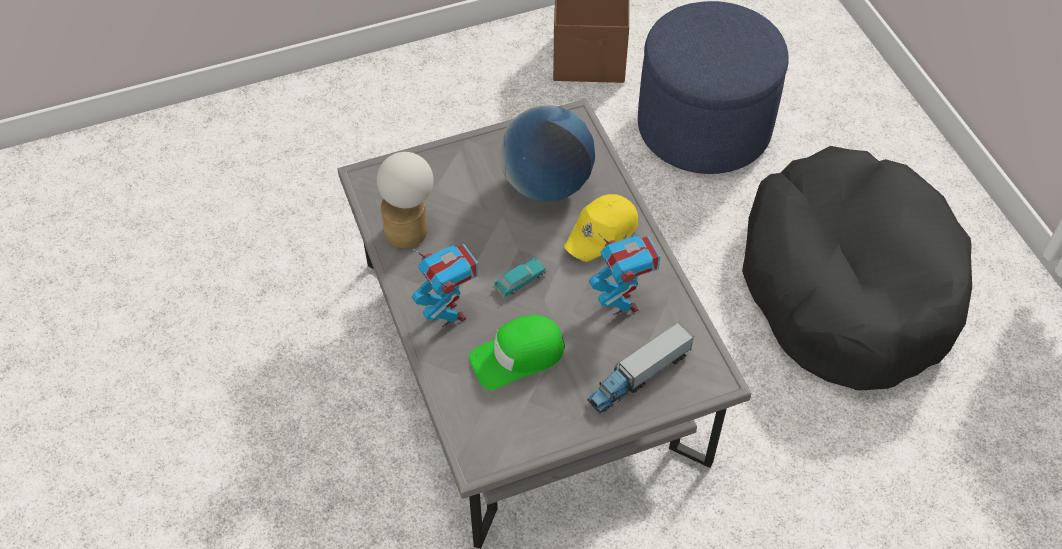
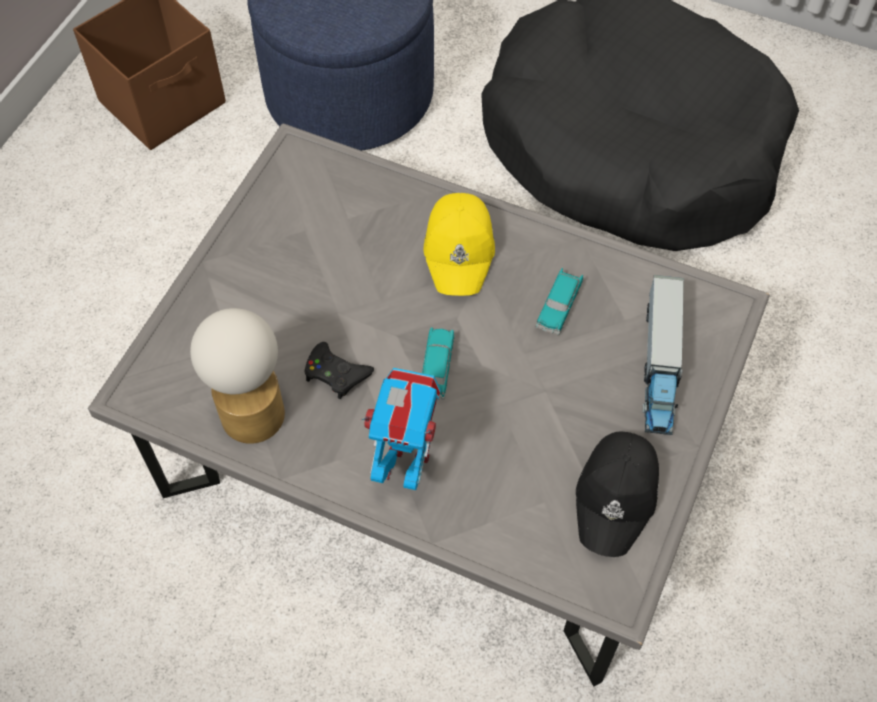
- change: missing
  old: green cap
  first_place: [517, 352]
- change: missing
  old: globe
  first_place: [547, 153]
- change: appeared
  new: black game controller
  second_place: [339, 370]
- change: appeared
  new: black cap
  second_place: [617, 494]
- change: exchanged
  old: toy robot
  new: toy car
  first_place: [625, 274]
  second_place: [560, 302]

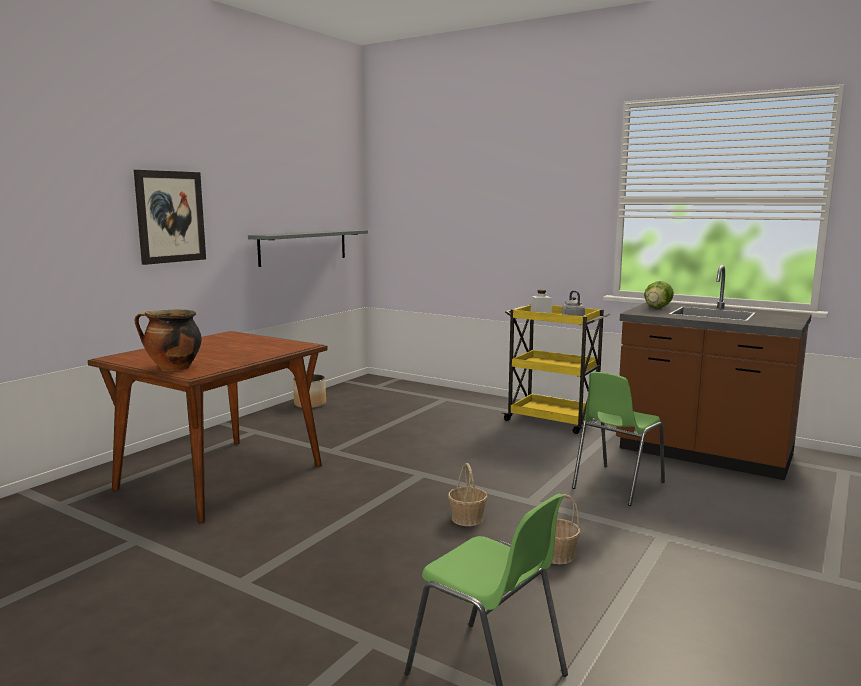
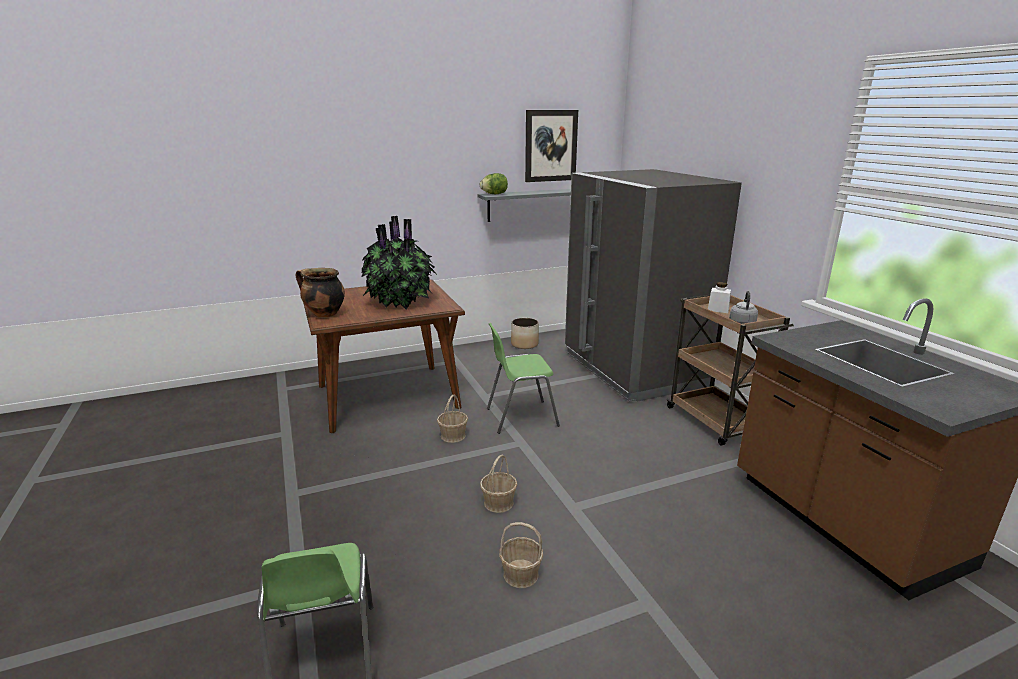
- change: appeared
  new: potted plant
  second_place: [398, 263]
- change: appeared
  new: basket
  second_place: [452, 418]
- change: appeared
  new: grey fridge
  second_place: [653, 285]
- change: relocated
  old: picture
  first_place: [170, 217]
  second_place: [551, 146]
- change: relocated
  old: green chair
  first_place: [618, 439]
  second_place: [523, 378]
- change: relocated
  old: lettuce
  first_place: [659, 294]
  second_place: [494, 183]
- change: colour
  old: yellow cart
  new: brown cart
  first_place: [556, 369]
  second_place: [730, 370]

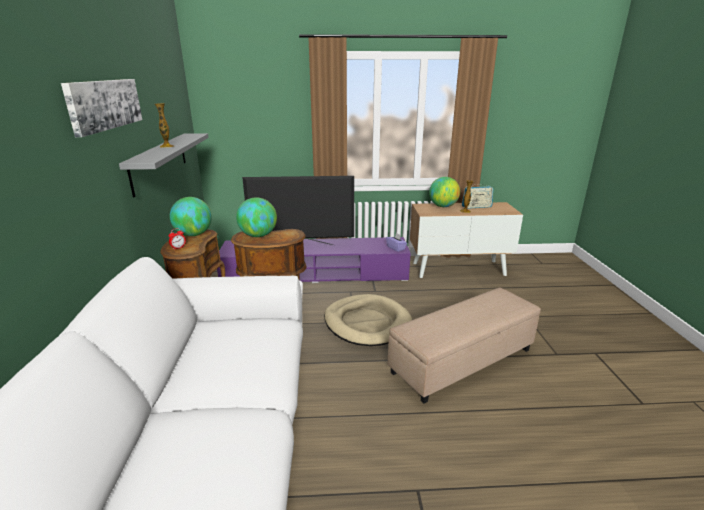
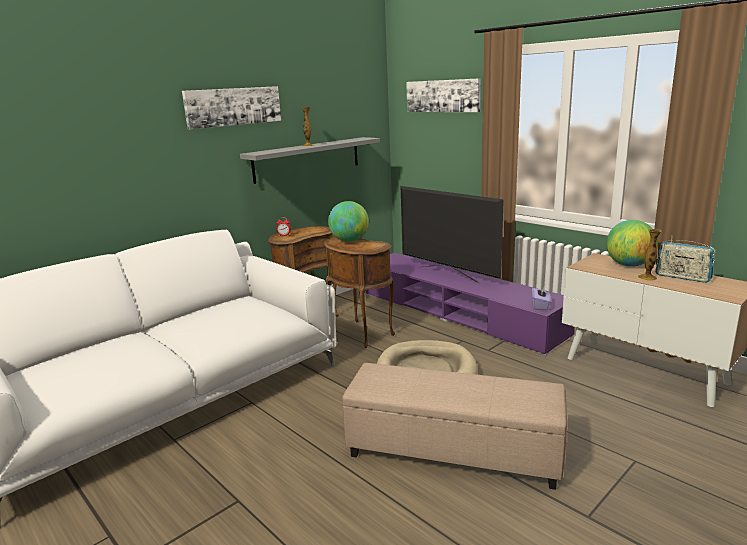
- change: missing
  old: globe
  first_place: [191, 216]
- change: appeared
  new: picture
  second_place: [443, 95]

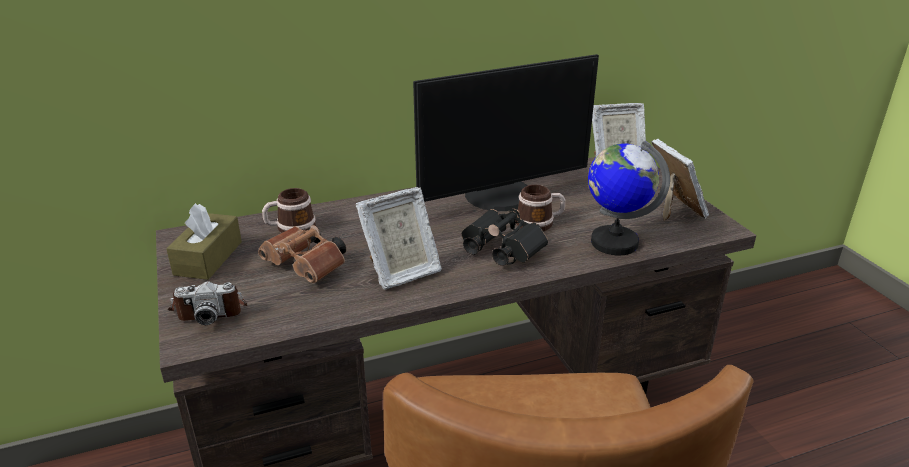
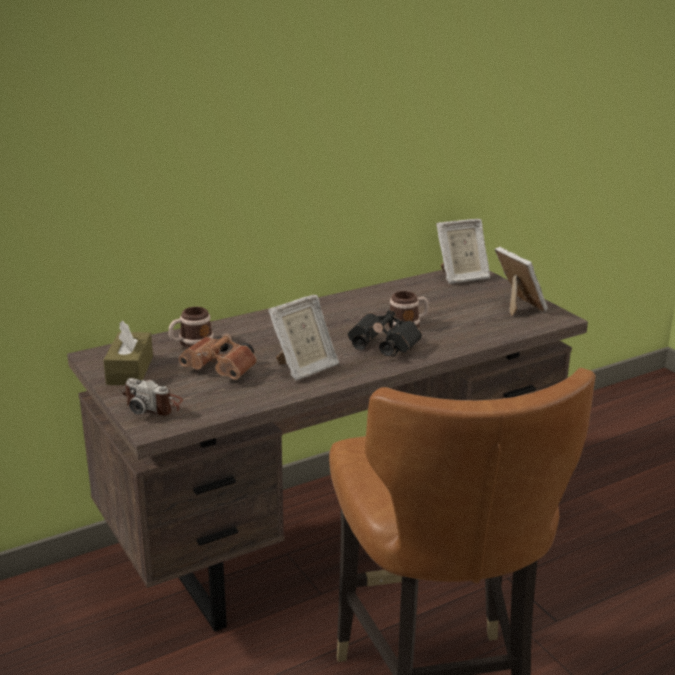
- change: missing
  old: monitor
  first_place: [506, 132]
- change: missing
  old: globe
  first_place: [629, 197]
- change: spun
  old: photo camera
  first_place: [207, 303]
  second_place: [152, 397]
  degrees: 45

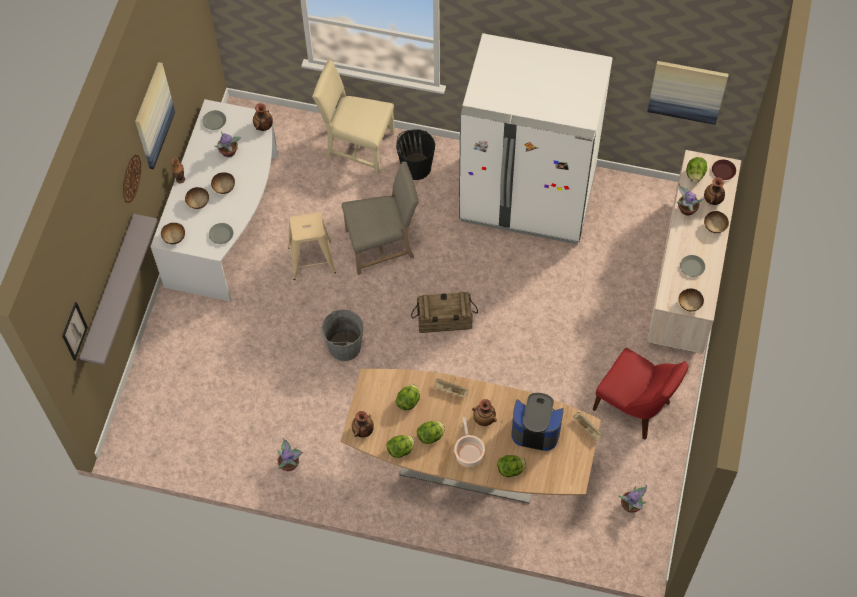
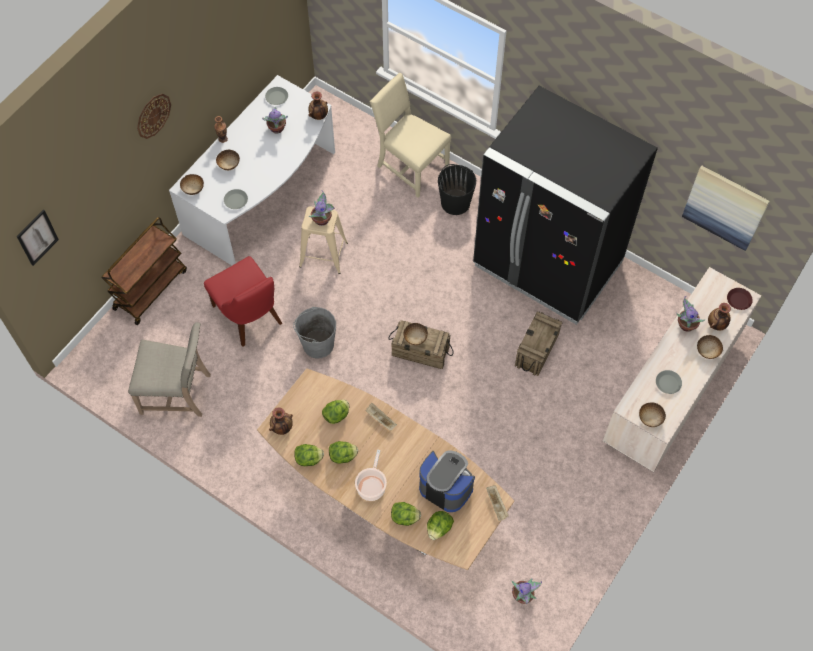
- change: missing
  old: grey shelf
  first_place: [118, 289]
- change: missing
  old: picture
  first_place: [155, 115]
- change: missing
  old: vase
  first_place: [484, 412]
- change: appeared
  new: brown cart
  second_place: [144, 271]
- change: appeared
  new: crate
  second_place: [539, 344]
- change: relocated
  old: bowl
  first_place: [223, 183]
  second_place: [416, 334]
- change: relocated
  old: potted plant
  first_place: [290, 454]
  second_place: [322, 208]
- change: relocated
  old: beige chair
  first_place: [380, 218]
  second_place: [169, 369]
- change: relocated
  old: red chair
  first_place: [641, 394]
  second_place: [243, 301]
- change: relocated
  old: lettuce
  first_place: [696, 170]
  second_place: [440, 525]
- change: colour
  old: white fridge
  new: black fridge
  first_place: [536, 139]
  second_place: [565, 205]

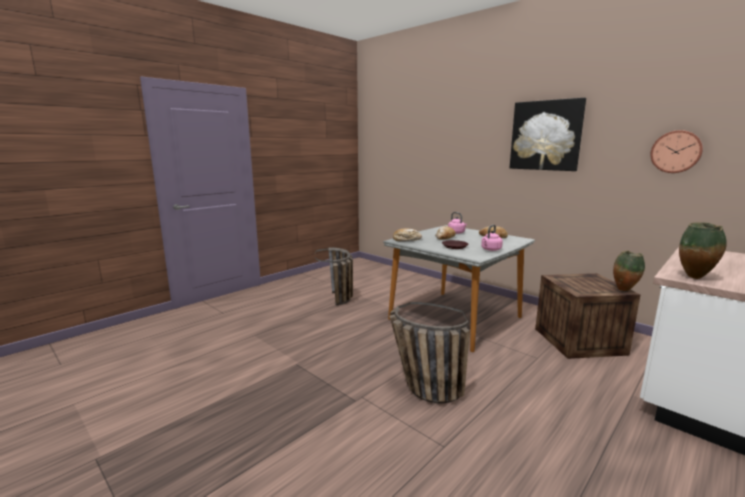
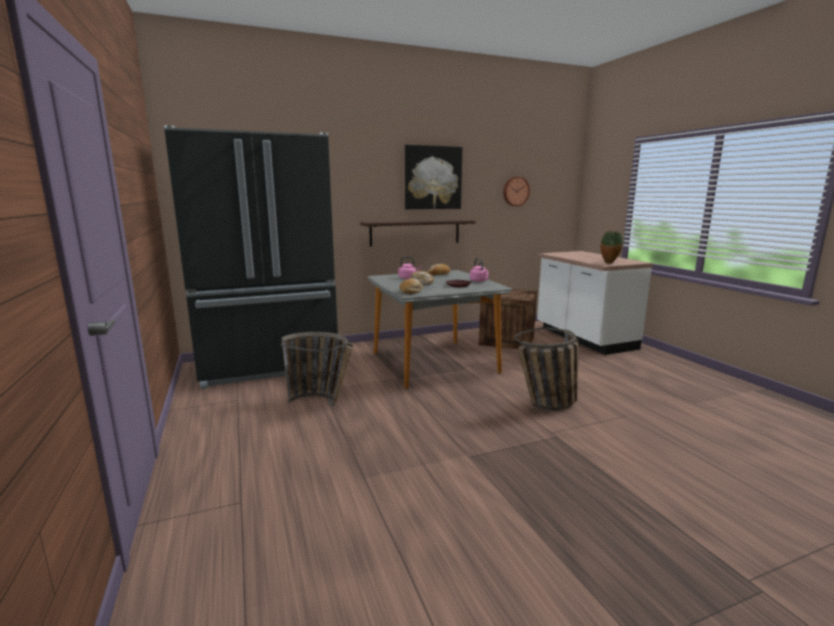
- change: missing
  old: vase
  first_place: [629, 271]
- change: appeared
  new: black fridge
  second_place: [251, 257]
- change: appeared
  new: shelf
  second_place: [417, 233]

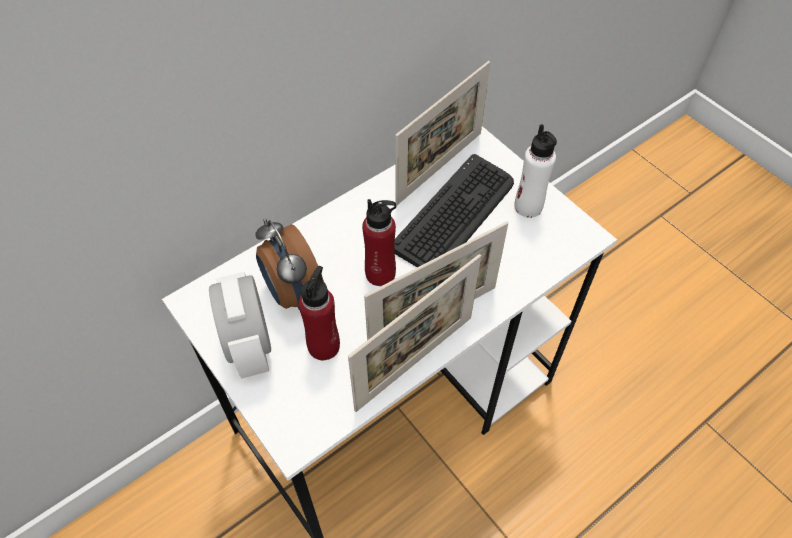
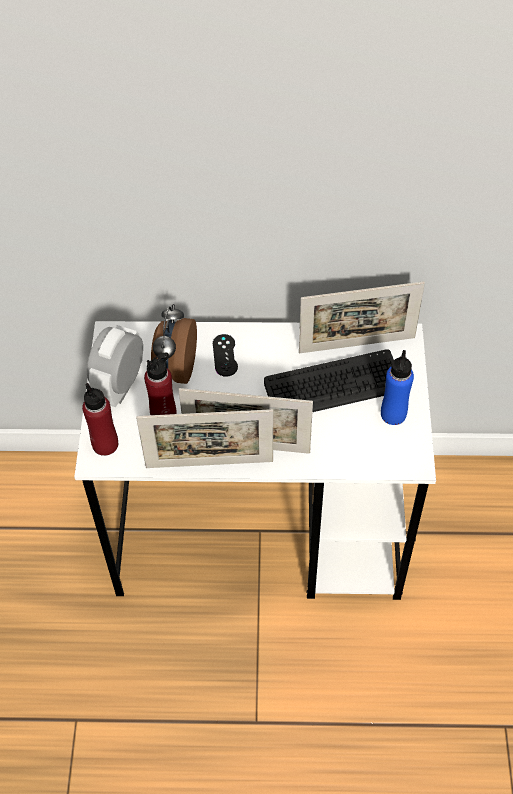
- change: appeared
  new: black game controller
  second_place: [225, 355]
- change: relocated
  old: red bottle
  first_place: [379, 242]
  second_place: [100, 419]
- change: colour
  old: white bottle
  new: blue bottle
  first_place: [535, 171]
  second_place: [397, 387]

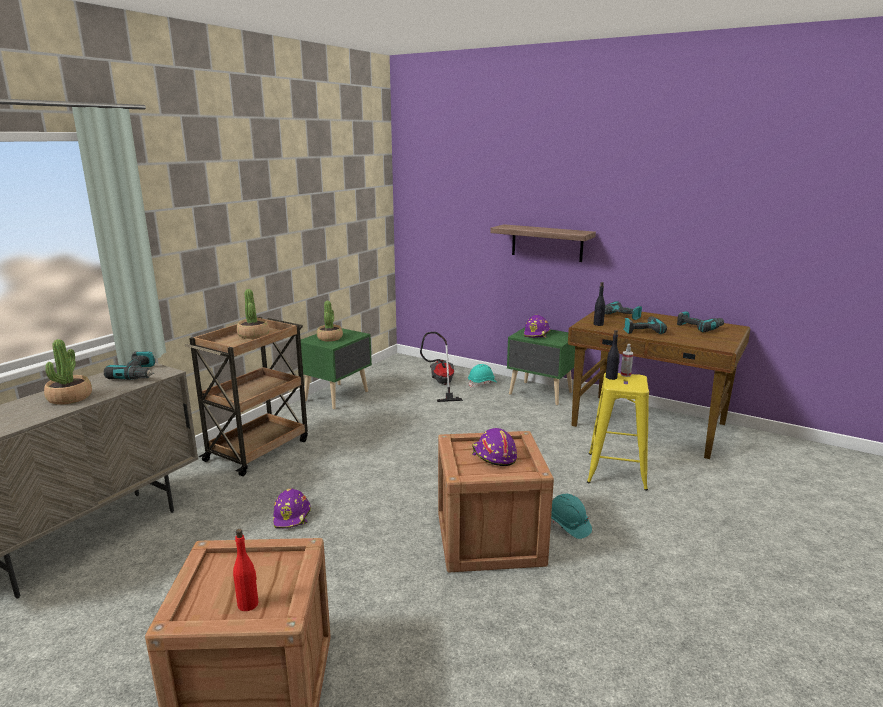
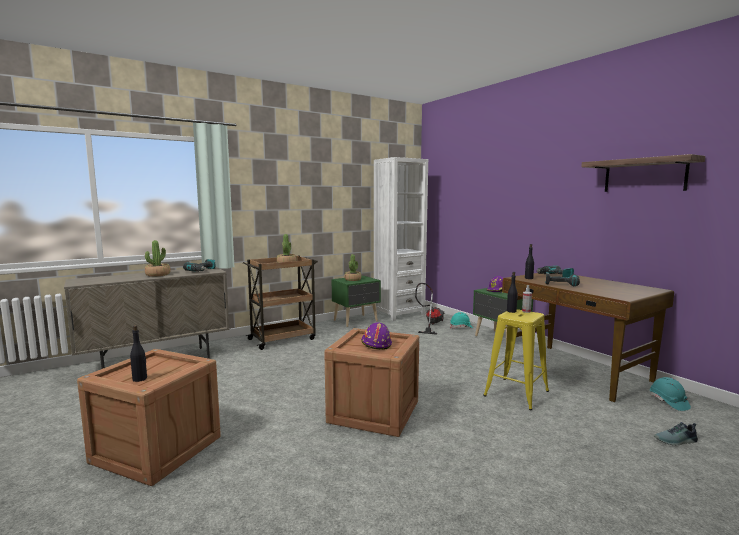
- change: missing
  old: purple hard hat
  first_place: [292, 508]
- change: missing
  old: power drill
  first_place: [700, 321]
- change: appeared
  new: white bookcase
  second_place: [401, 239]
- change: appeared
  new: shoe
  second_place: [676, 433]
- change: relocated
  old: shelf
  first_place: [543, 243]
  second_place: [643, 173]
- change: relocated
  old: turquoise hard hat
  first_place: [571, 516]
  second_place: [670, 394]
- change: colour
  old: red bottle
  new: black bottle
  first_place: [246, 570]
  second_place: [138, 353]

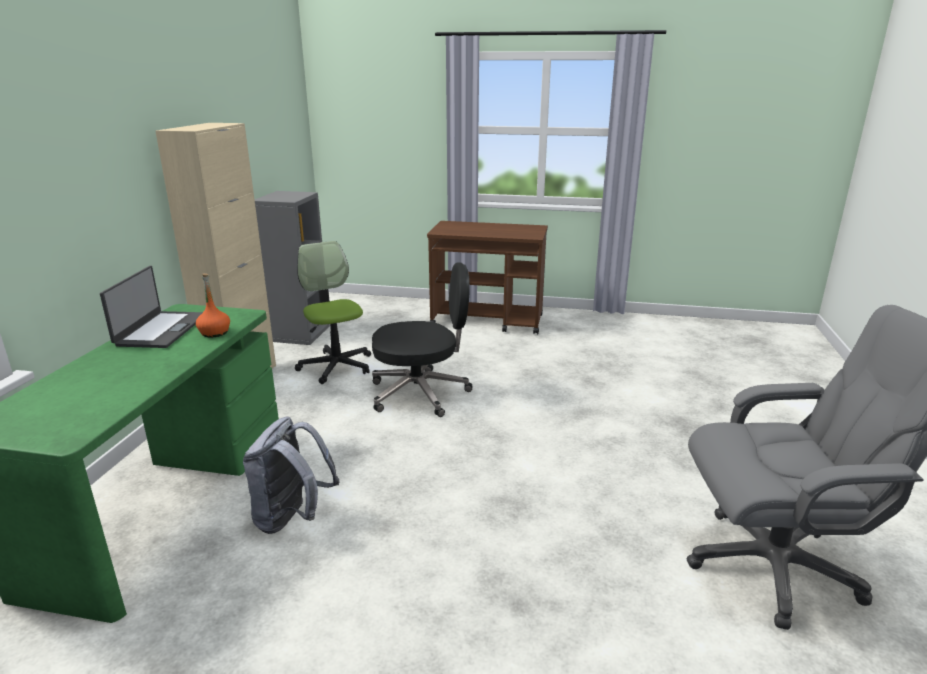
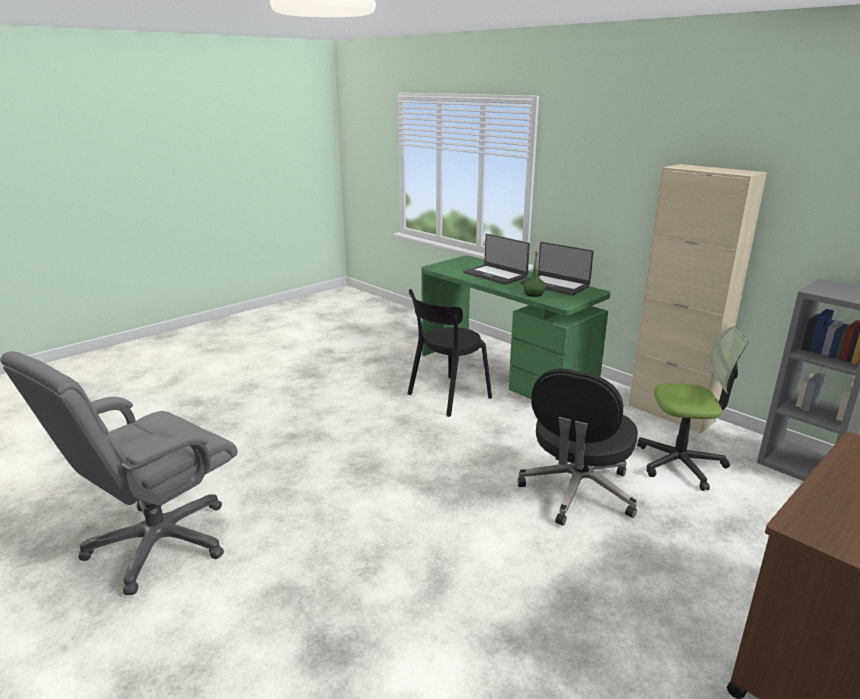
- change: appeared
  new: laptop
  second_place: [496, 259]
- change: exchanged
  old: grey backpack
  new: black chair
  first_place: [291, 475]
  second_place: [449, 353]
- change: colour
  old: orange bottle
  new: green bottle
  first_place: [213, 305]
  second_place: [534, 274]

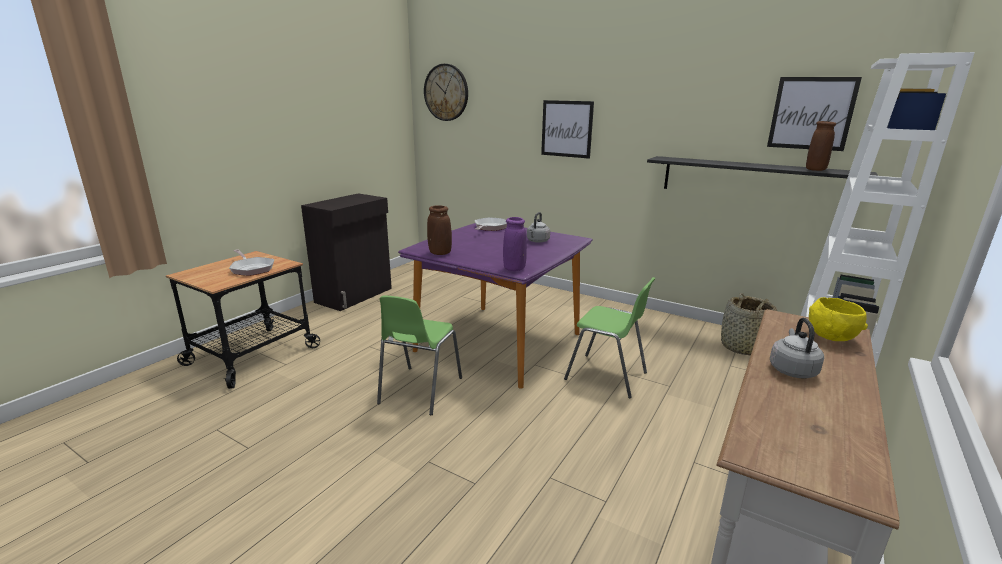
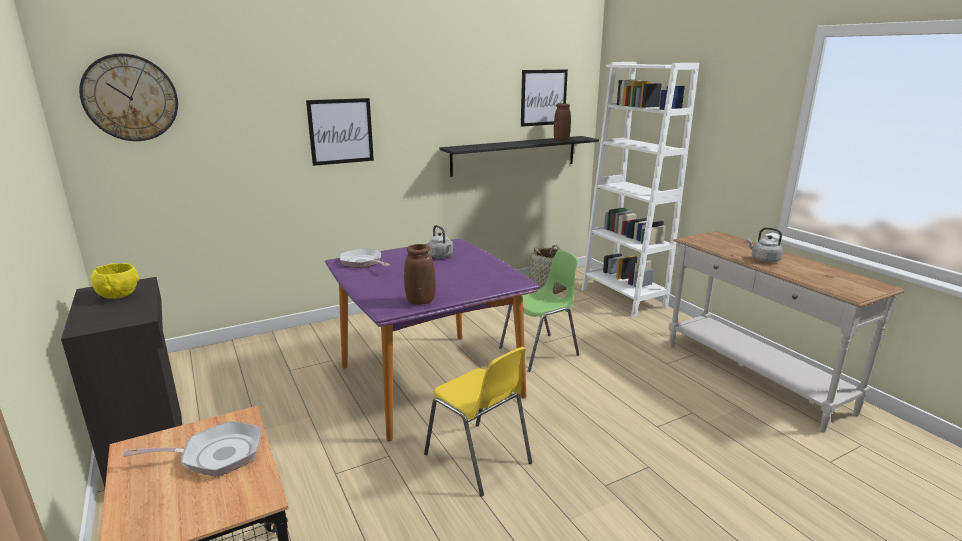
- change: missing
  old: purple vase
  first_place: [515, 244]
- change: relocated
  old: yellow bowl
  first_place: [838, 319]
  second_place: [115, 281]
- change: colour
  old: green chair
  new: yellow chair
  first_place: [419, 355]
  second_place: [478, 422]

